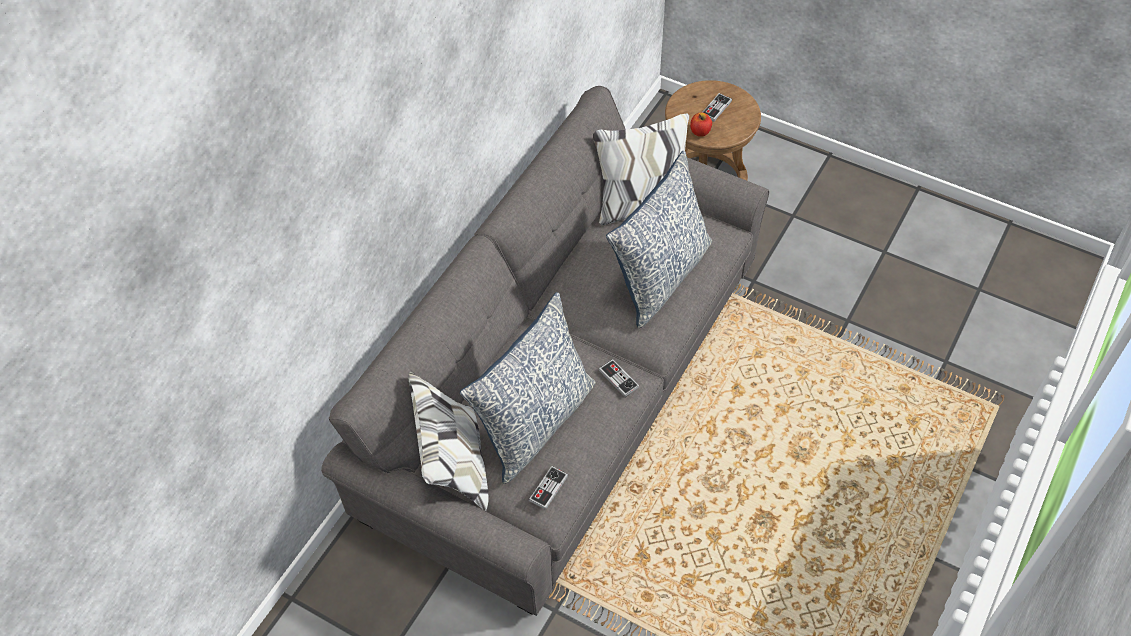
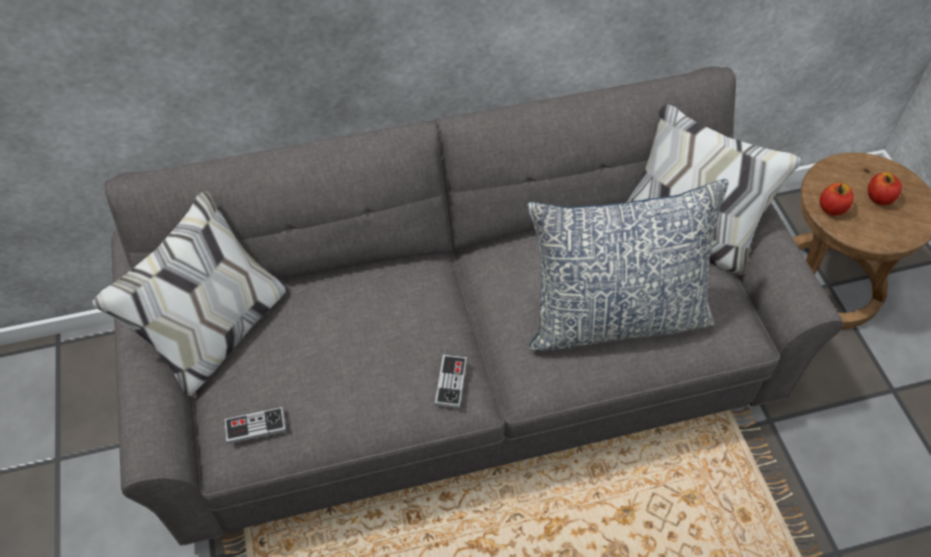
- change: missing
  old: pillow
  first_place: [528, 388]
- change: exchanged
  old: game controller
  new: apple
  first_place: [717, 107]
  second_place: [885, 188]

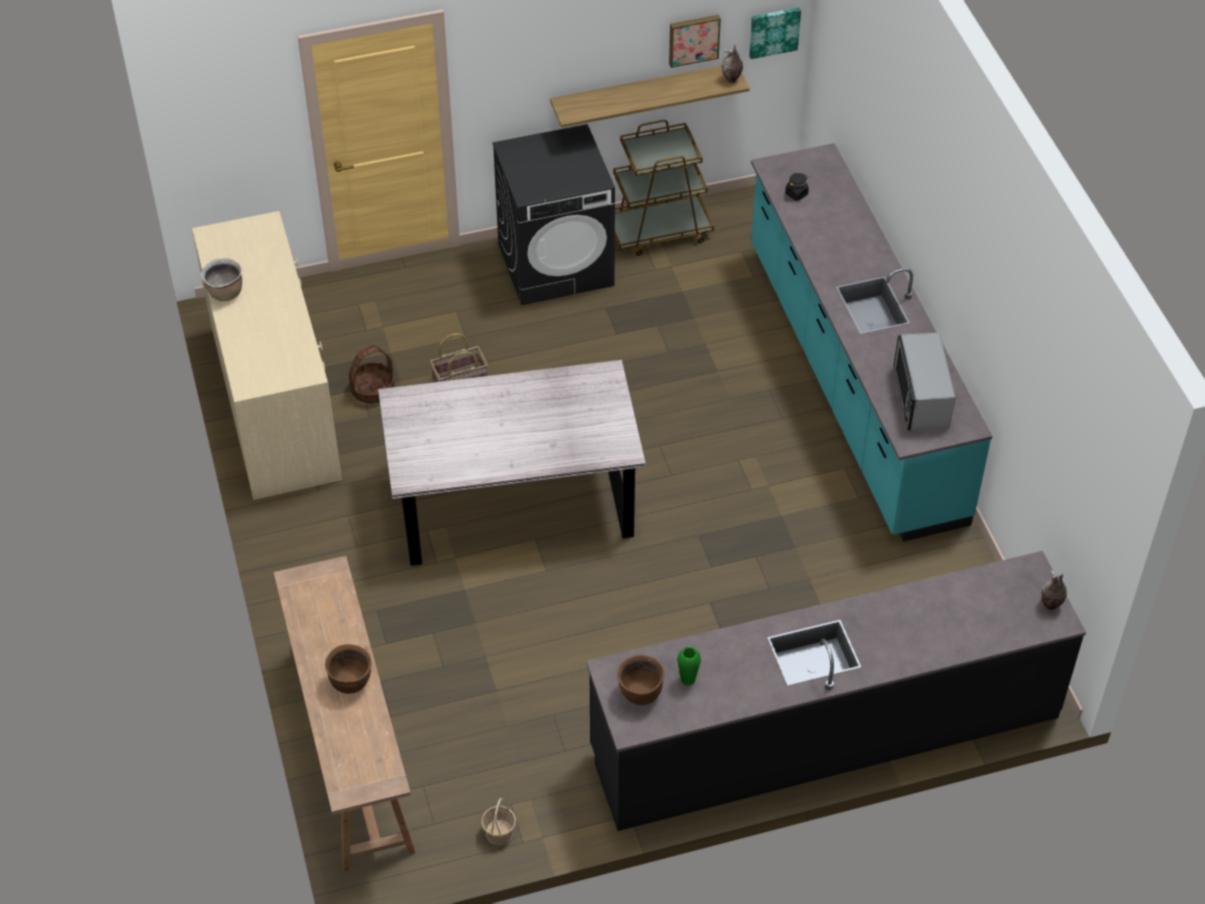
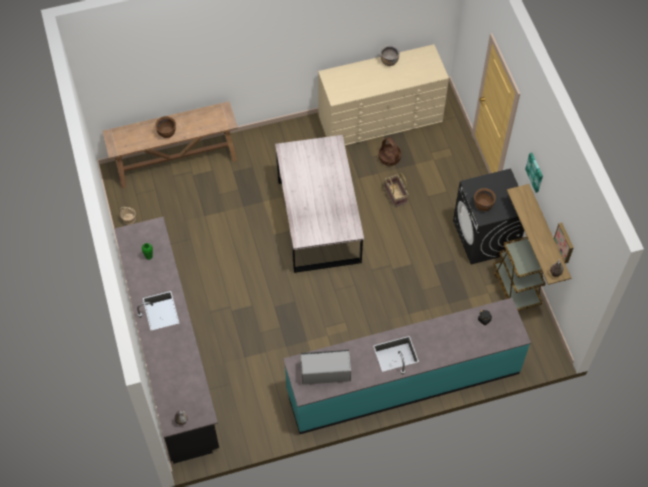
- change: relocated
  old: brown cooking pot
  first_place: [641, 680]
  second_place: [485, 199]
- change: relocated
  old: picture
  first_place: [775, 33]
  second_place: [534, 173]

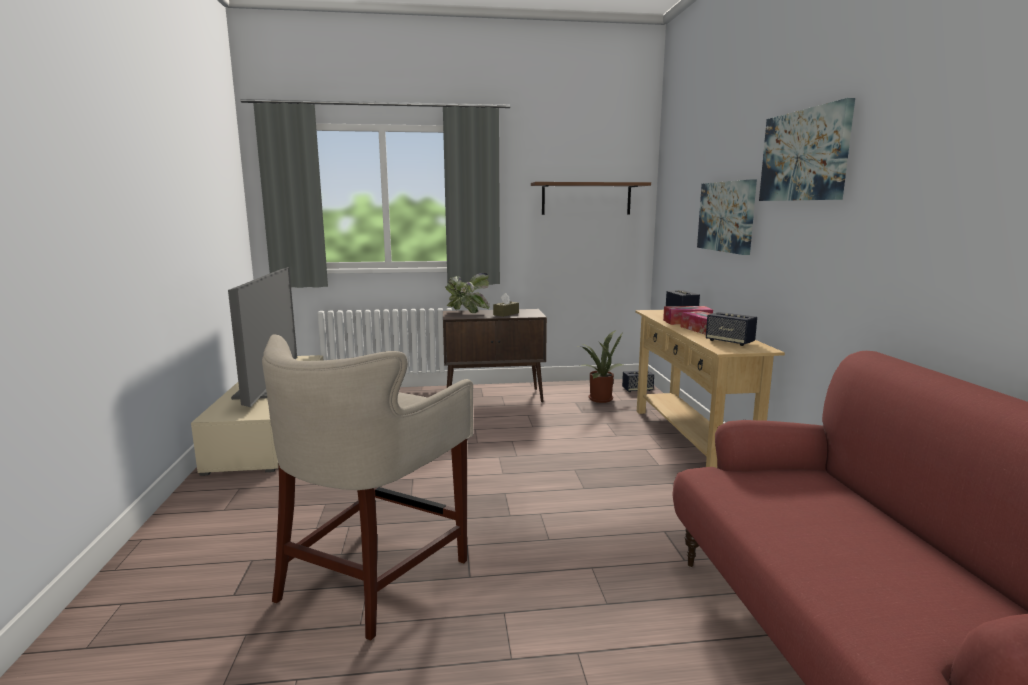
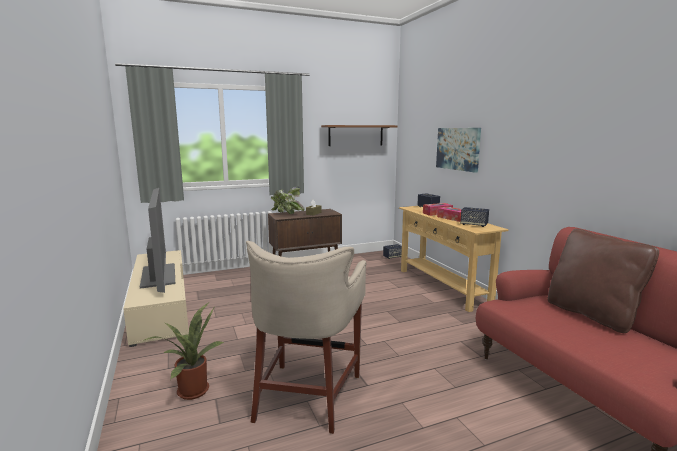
- change: missing
  old: picture
  first_place: [807, 149]
- change: appeared
  new: brown pillow
  second_place: [603, 281]
- change: relocated
  old: potted plant
  first_place: [600, 366]
  second_place: [183, 351]

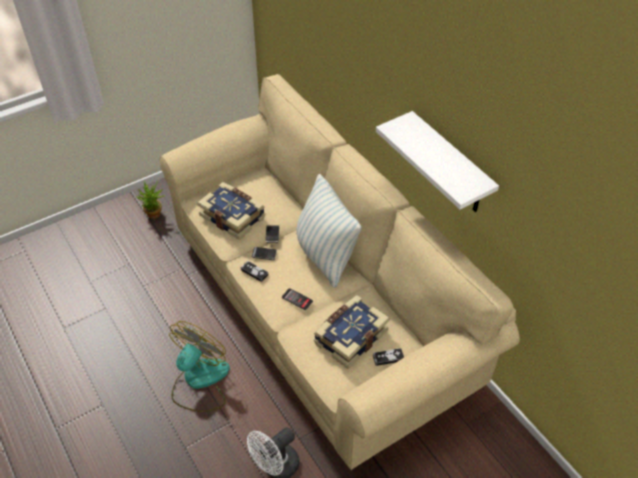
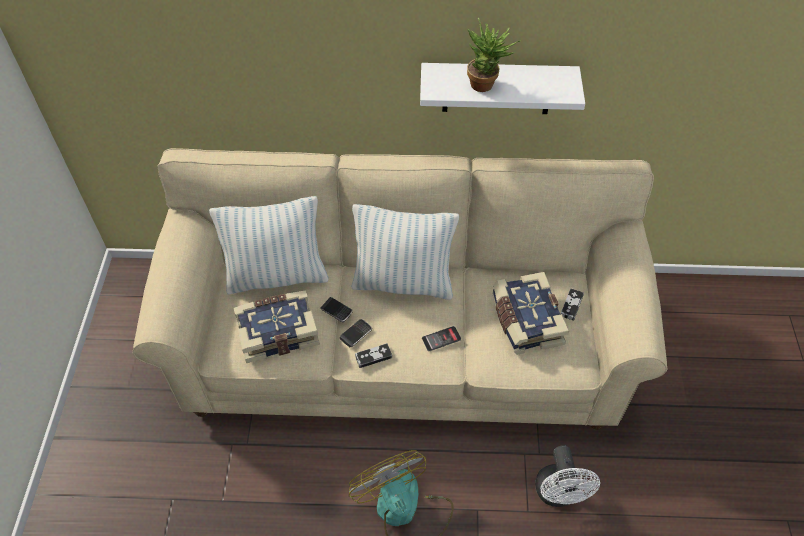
- change: appeared
  new: pillow
  second_place: [269, 245]
- change: relocated
  old: potted plant
  first_place: [150, 200]
  second_place: [494, 55]

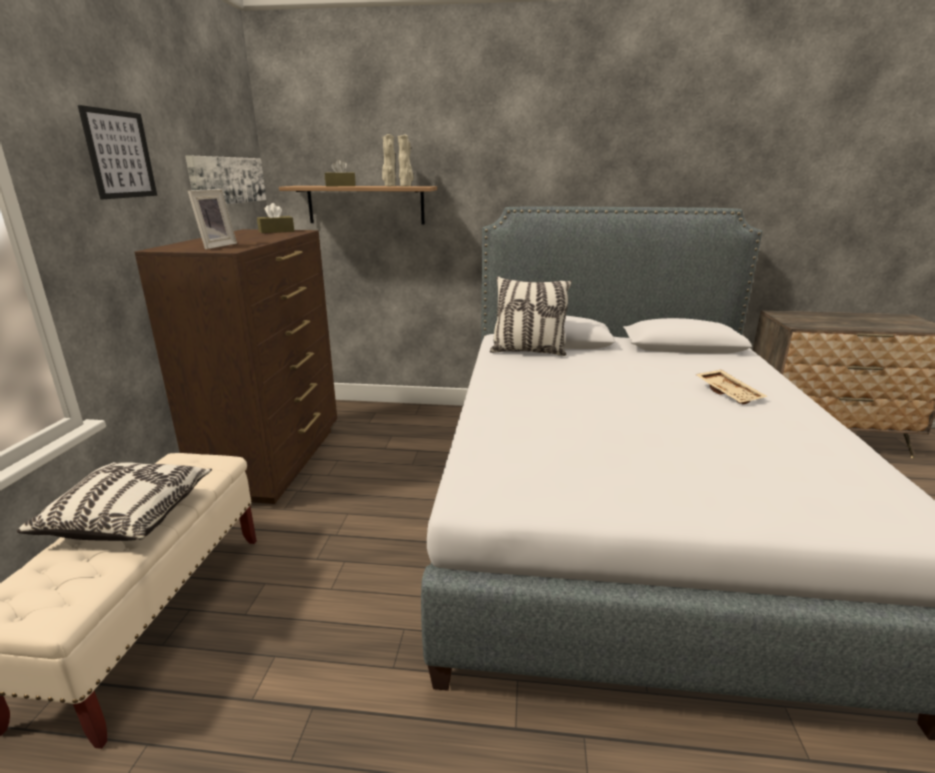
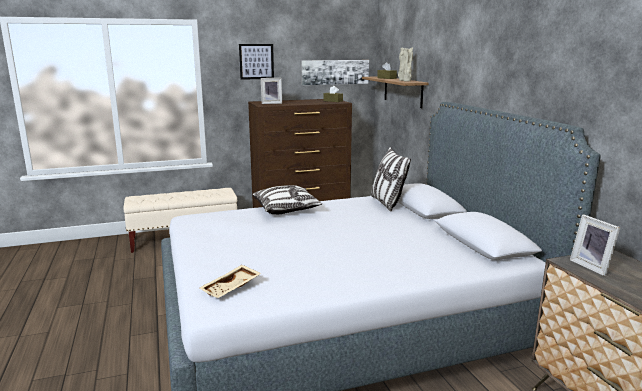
- change: appeared
  new: picture frame
  second_place: [595, 245]
- change: relocated
  old: pillow
  first_place: [114, 501]
  second_place: [287, 199]
- change: relocated
  old: beige tray
  first_place: [731, 387]
  second_place: [230, 281]

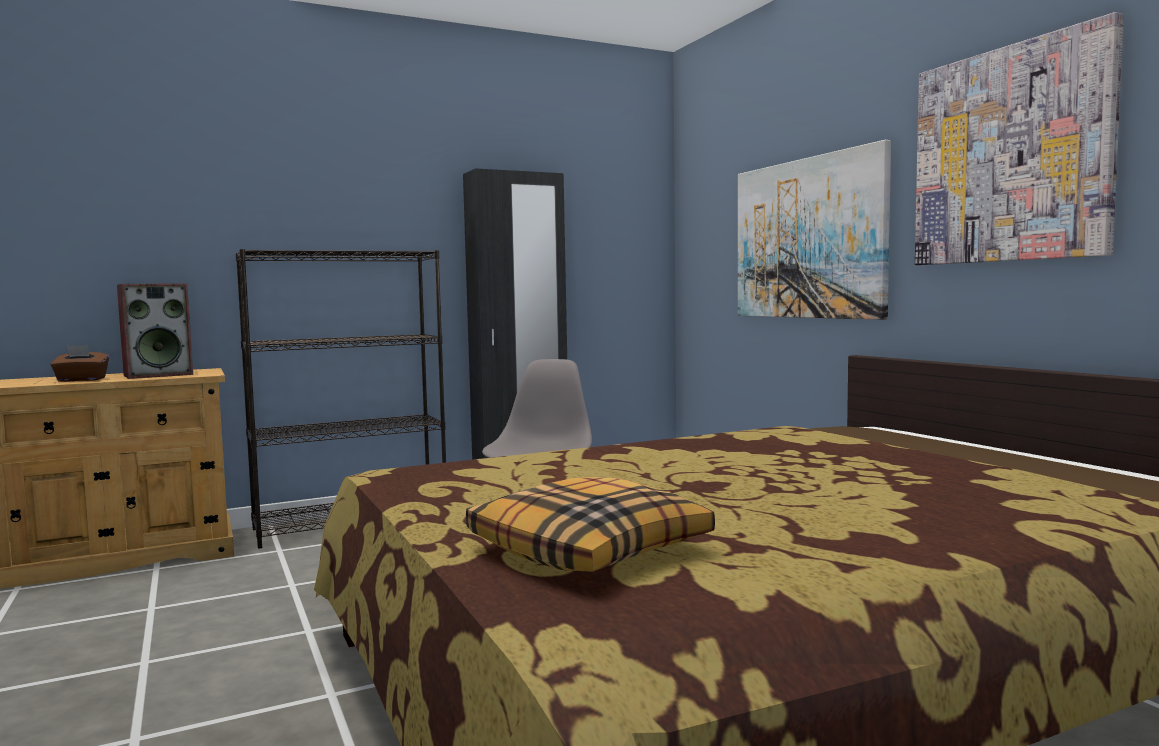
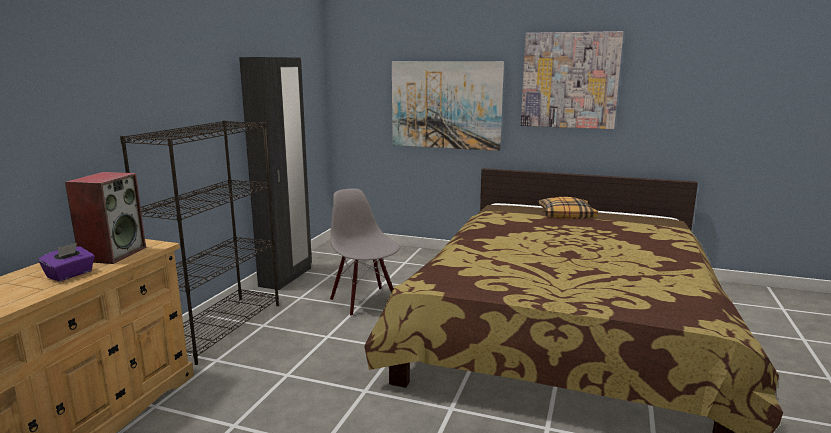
- change: relocated
  old: pillow
  first_place: [590, 524]
  second_place: [568, 208]
- change: colour
  old: brown tissue box
  new: purple tissue box
  first_place: [80, 363]
  second_place: [66, 262]

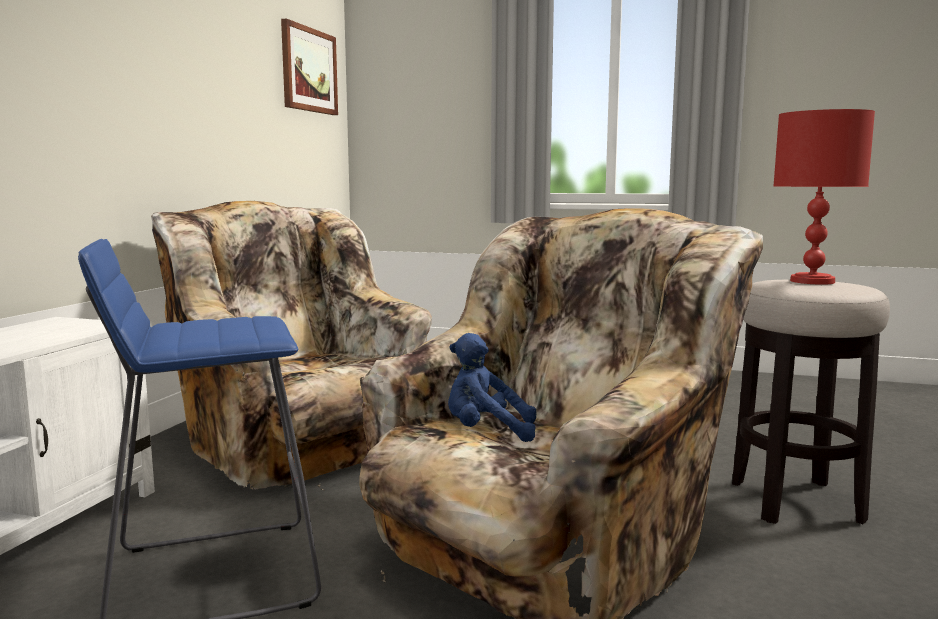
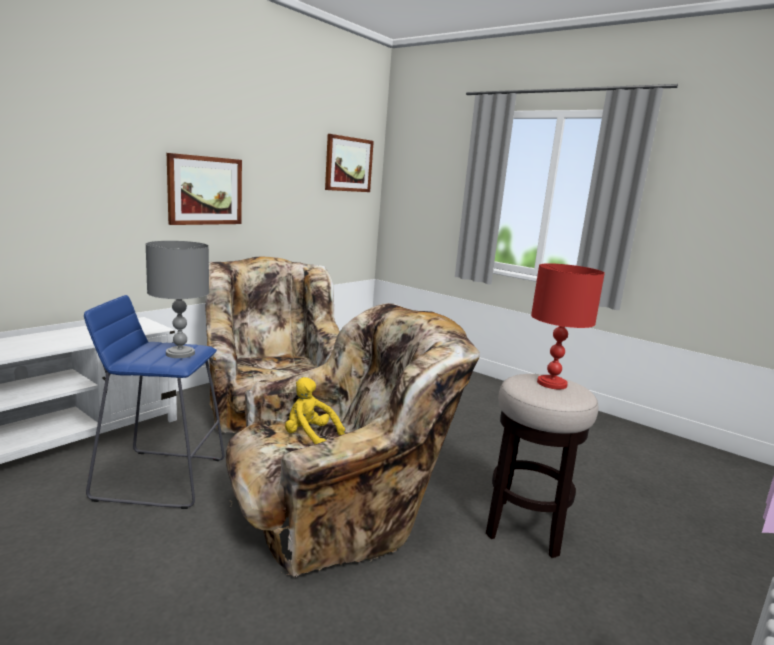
- change: appeared
  new: grey table lamp
  second_place: [177, 299]
- change: appeared
  new: picture
  second_place: [204, 189]
- change: colour
  old: blue plush toy
  new: yellow plush toy
  first_place: [492, 387]
  second_place: [315, 411]

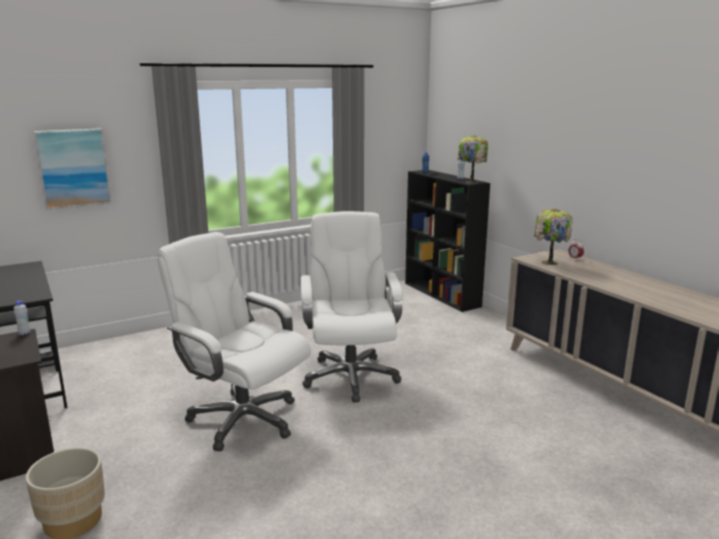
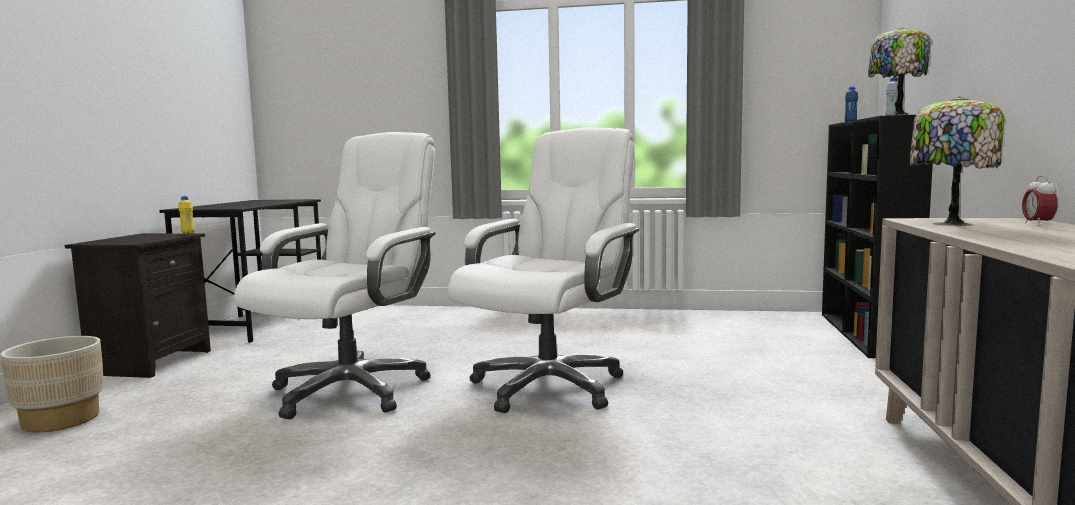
- change: missing
  old: picture
  first_place: [72, 168]
- change: colour
  old: white bottle
  new: yellow bottle
  first_place: [22, 317]
  second_place: [186, 215]
- change: spun
  old: white office chair
  first_place: [234, 341]
  second_place: [335, 275]
  degrees: 45

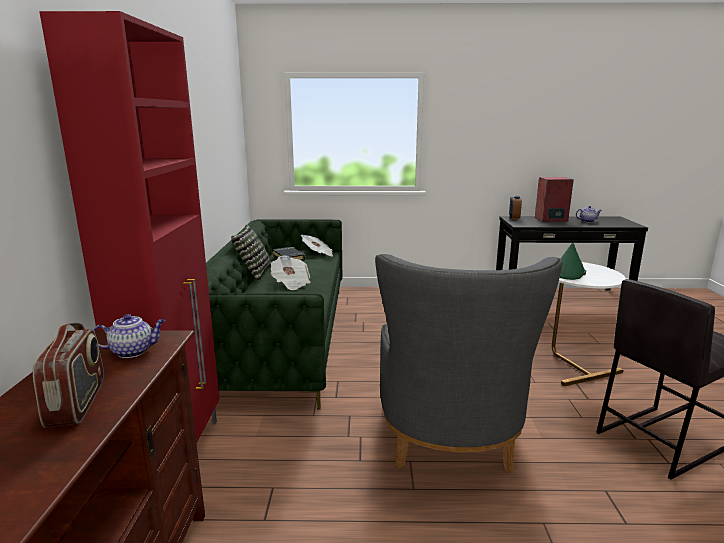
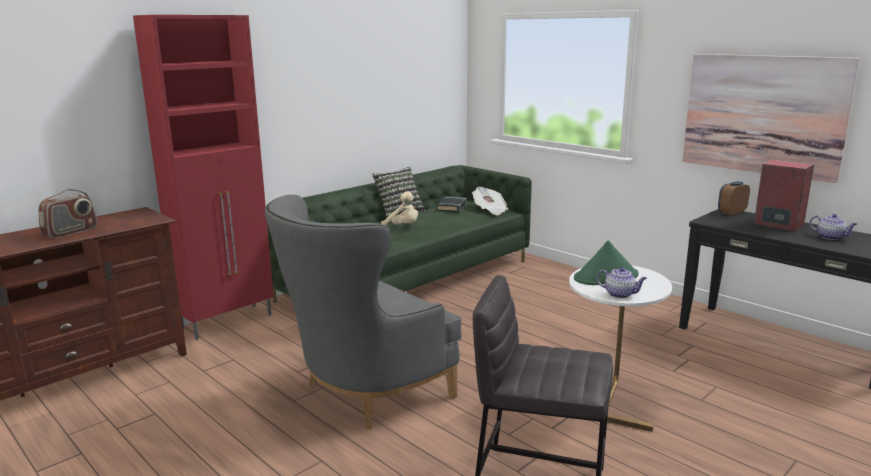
- change: appeared
  new: picture
  second_place: [771, 118]
- change: relocated
  old: teapot
  first_place: [129, 336]
  second_place: [621, 282]
- change: exchanged
  old: newspaper
  new: beige plush toy
  first_place: [291, 273]
  second_place: [399, 208]

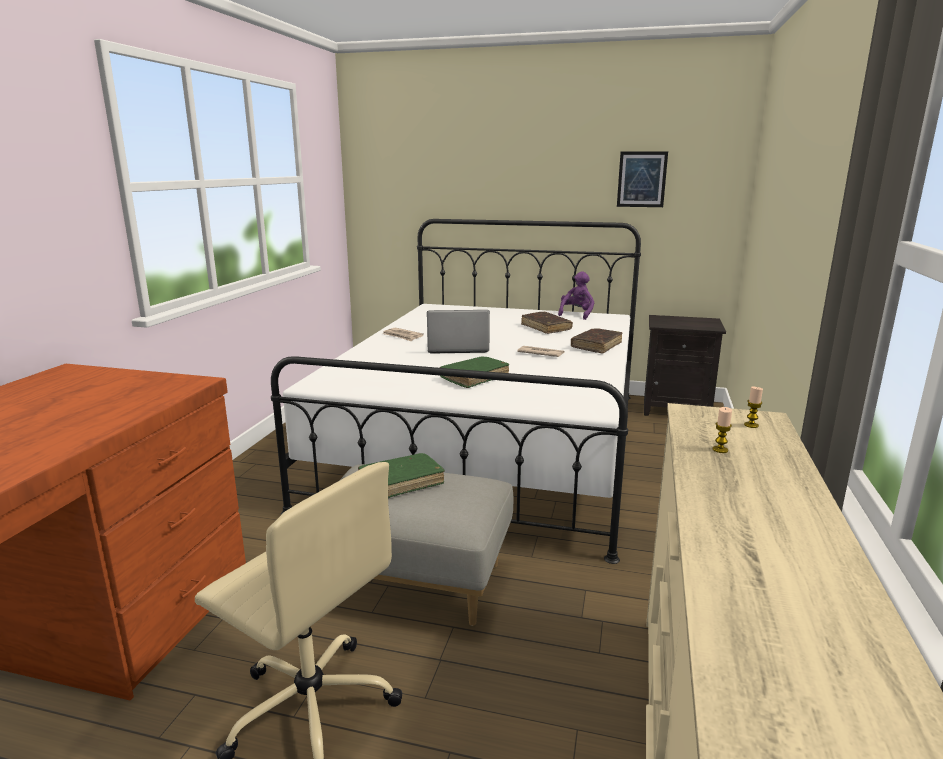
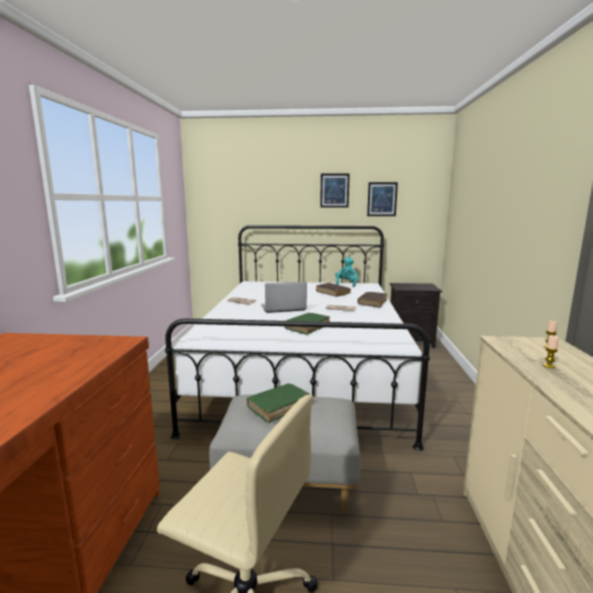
- change: appeared
  new: picture
  second_place: [335, 190]
- change: colour
  old: purple plush toy
  new: turquoise plush toy
  first_place: [576, 295]
  second_place: [346, 272]

